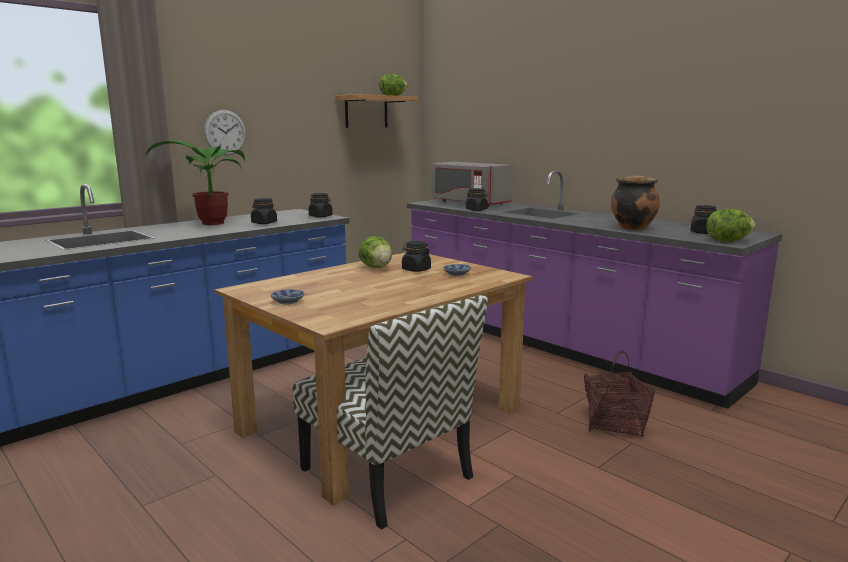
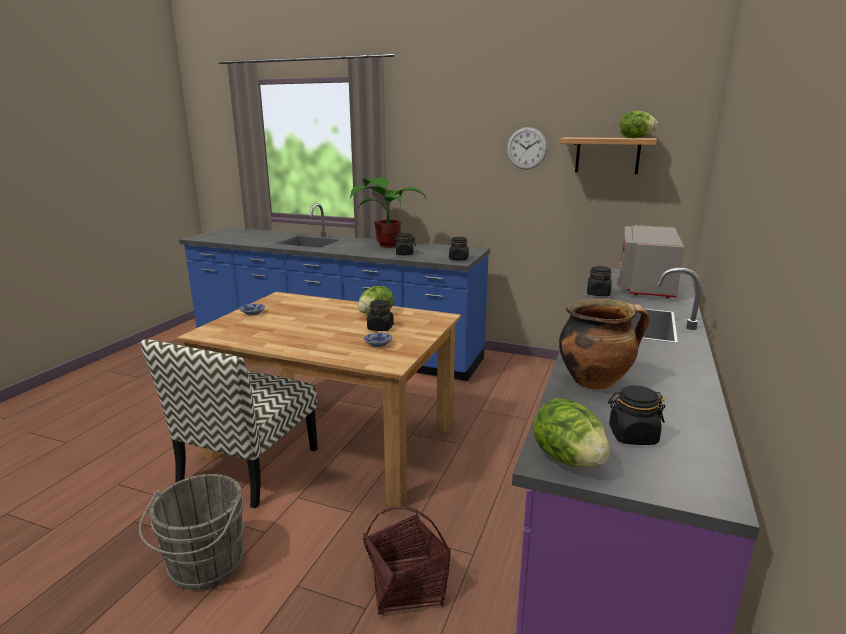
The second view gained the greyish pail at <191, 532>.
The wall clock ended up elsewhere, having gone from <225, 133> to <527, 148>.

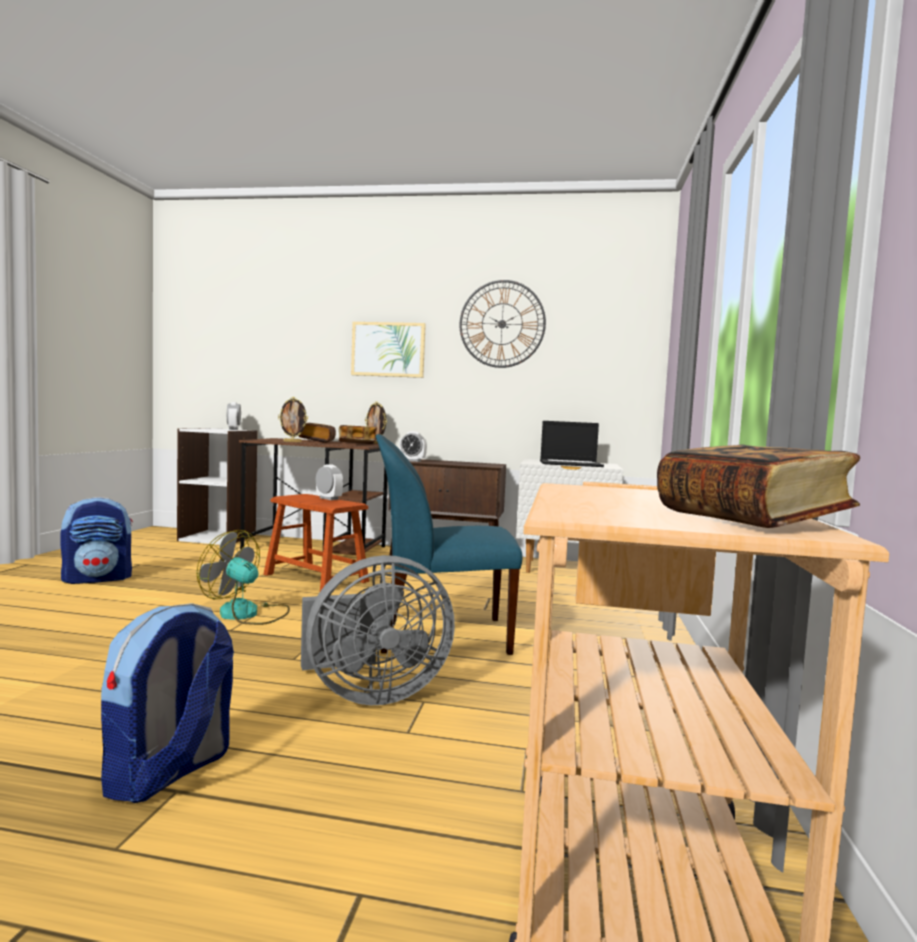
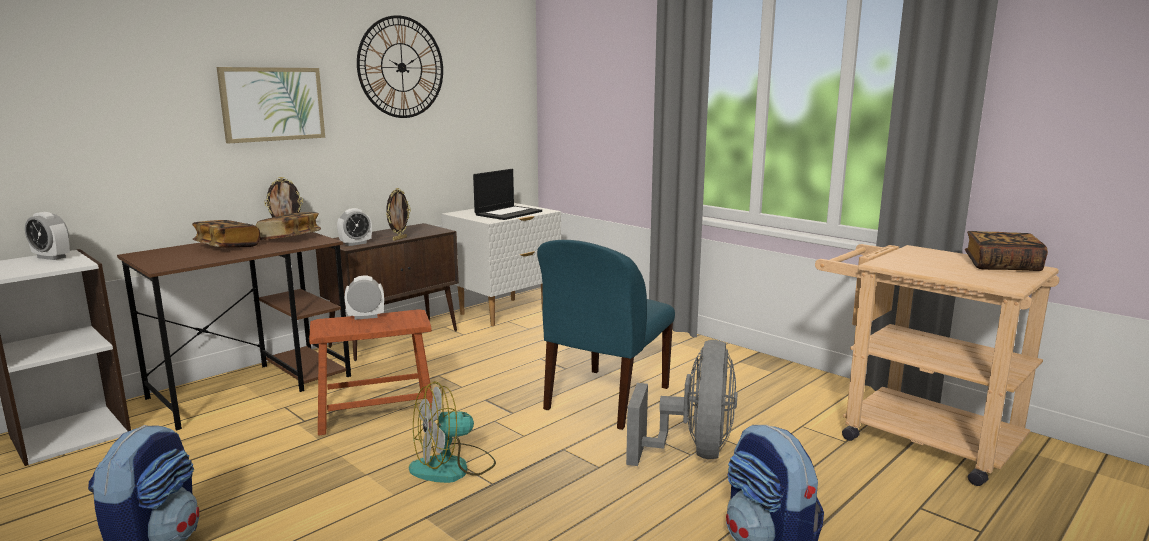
The standing frame ended up elsewhere, having gone from <293, 419> to <398, 214>.

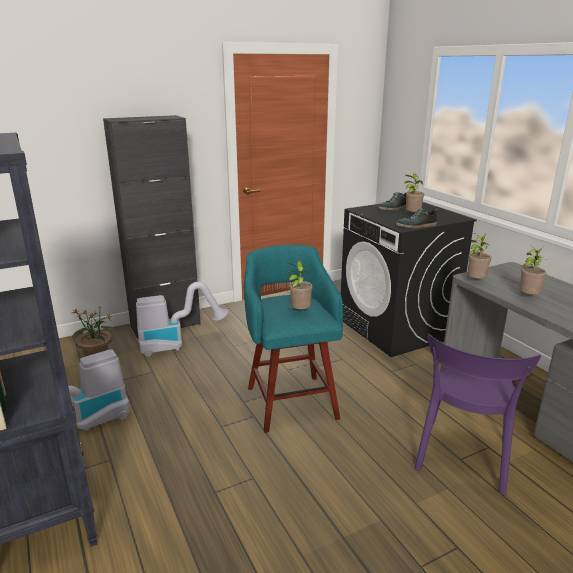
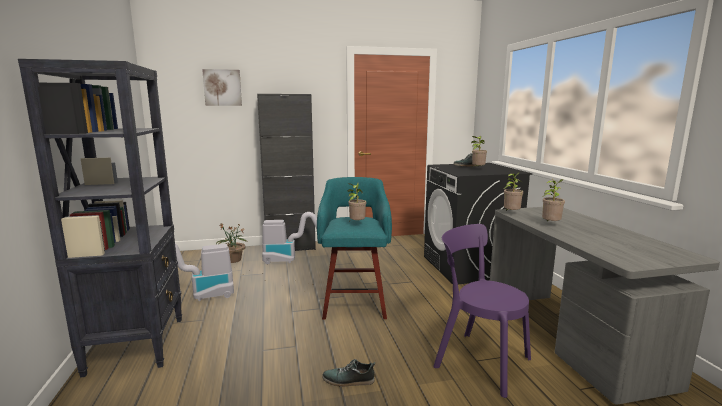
The second view gained the wall art at <222, 87>.
The shoe ended up elsewhere, having gone from <417, 218> to <348, 373>.
The purplish upright chair at <477, 414> ended up facing another way, 90 degrees clockwise from before.

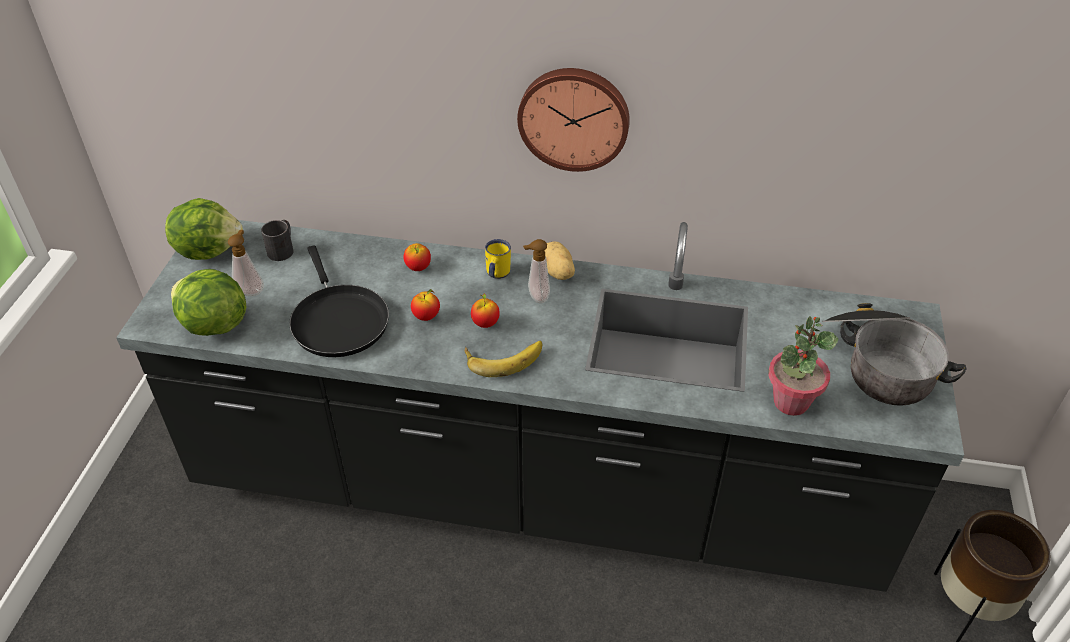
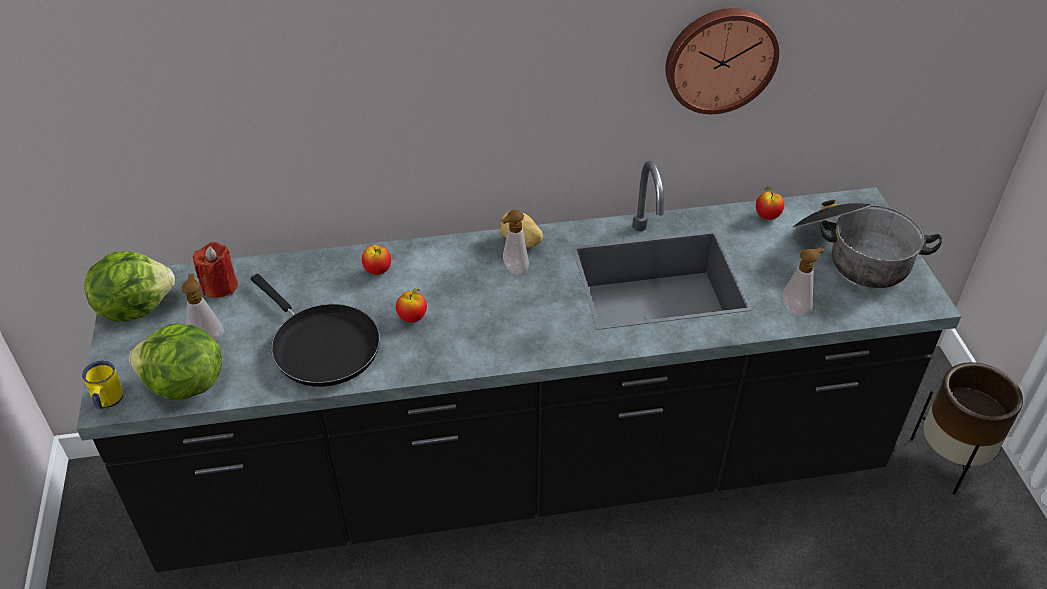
The yellowish tea mug ended up elsewhere, having gone from <498, 259> to <102, 384>.
Where the black-coloured tea mug stood at <277, 240>, the red-coloured wax candle came to stand at <215, 270>.
The wall clock ended up elsewhere, having gone from <573, 120> to <722, 61>.
The whole apple ended up elsewhere, having gone from <485, 310> to <770, 203>.
Where the plant in a pot stood at <803, 366>, the soap dispenser came to stand at <803, 282>.
The second view lost the banana at <503, 359>.

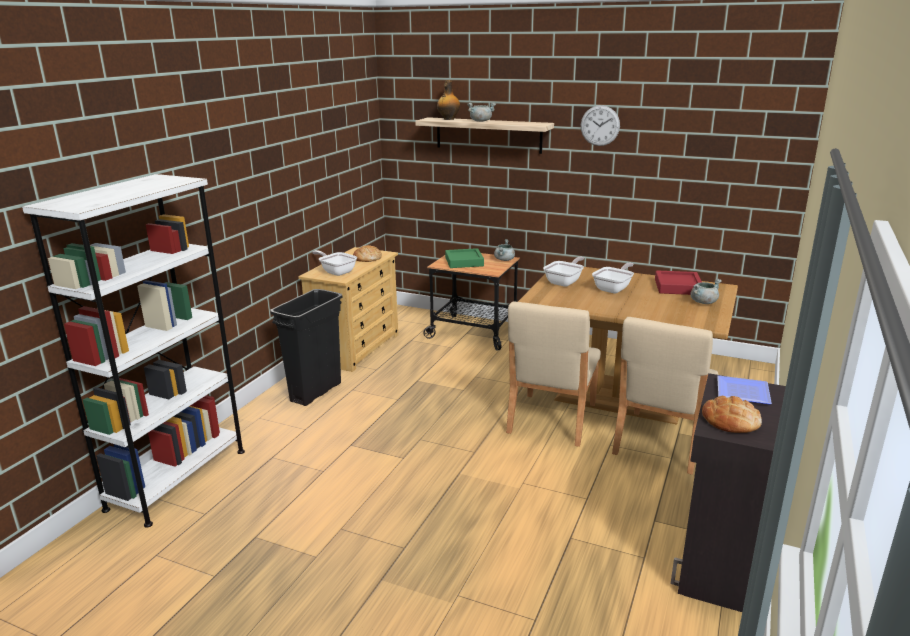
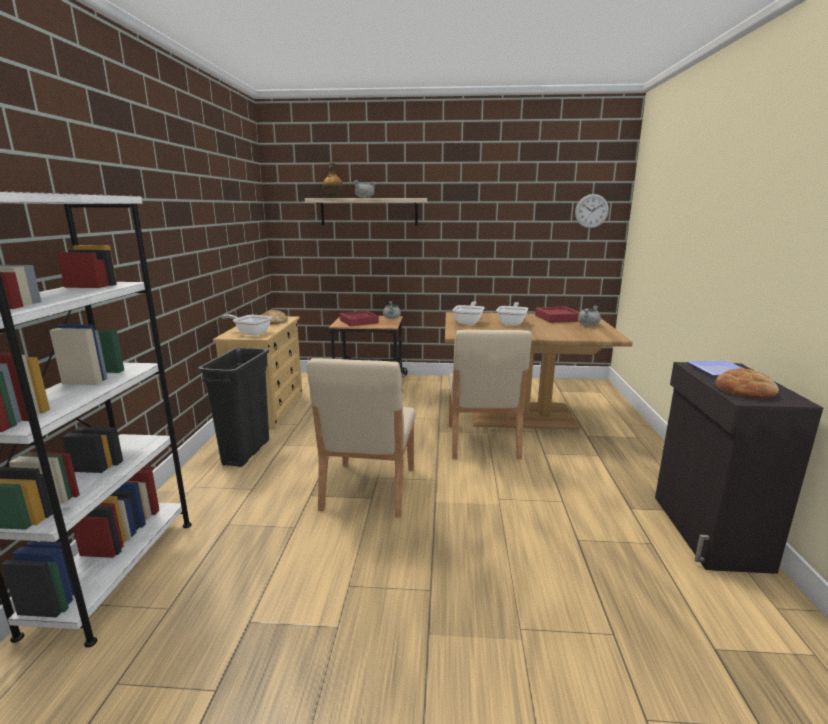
The sand-coloured upright chair ended up elsewhere, having gone from <665, 396> to <361, 438>.
What was the green-coloured carrying tray at <464, 258> turned into the red-coloured carrying tray at <359, 318>.
The wall clock ended up elsewhere, having gone from <600, 125> to <592, 211>.

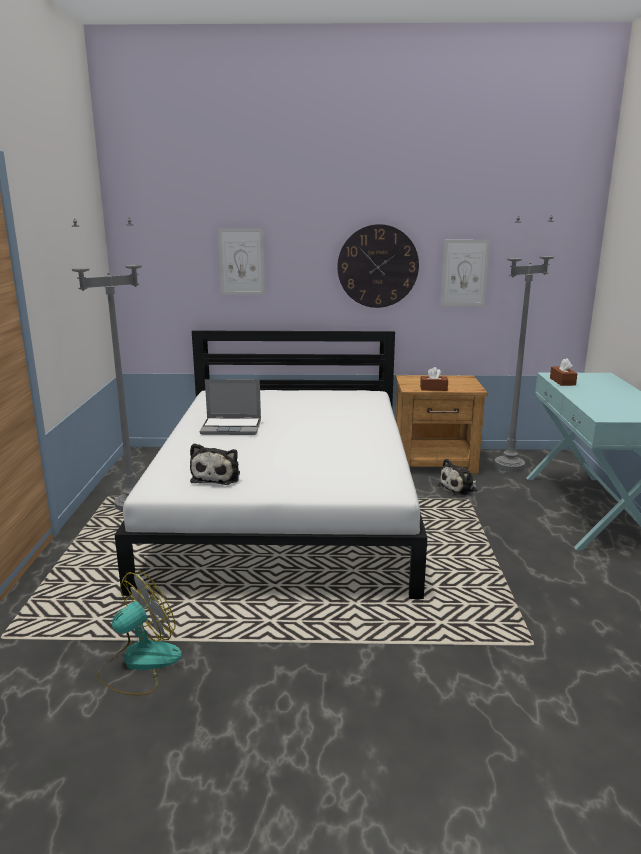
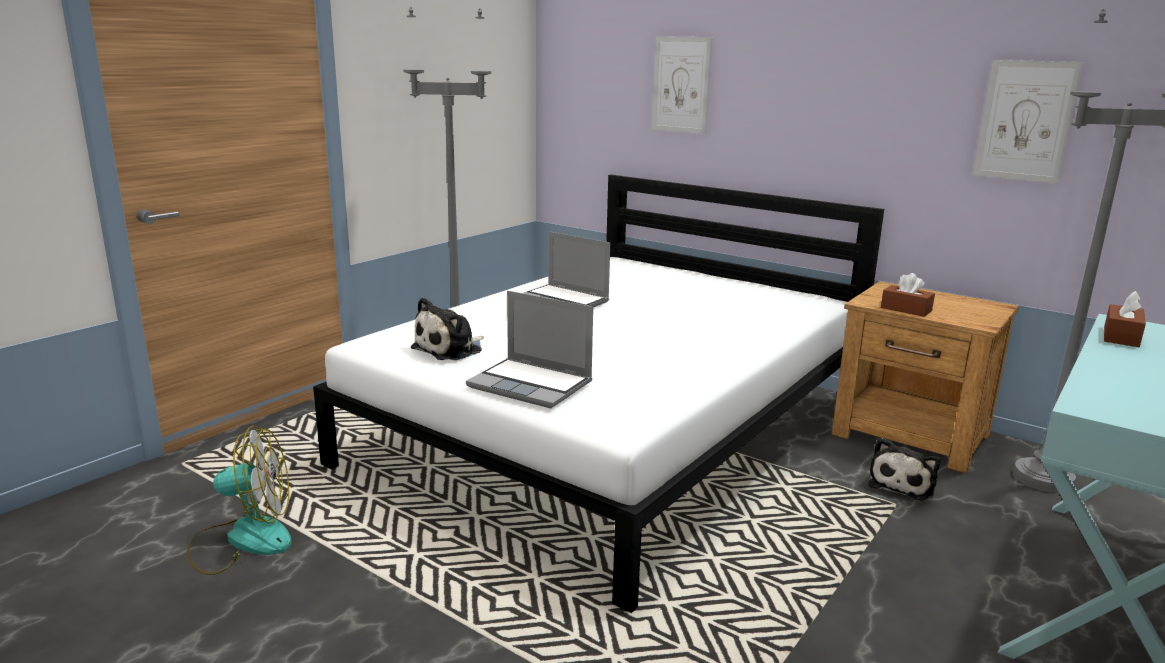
The second view gained the portable computer at <529, 350>.
The plush toy at <458, 477> ended up facing another way, 60 degrees counterclockwise from before.
The second view lost the wall clock at <378, 266>.

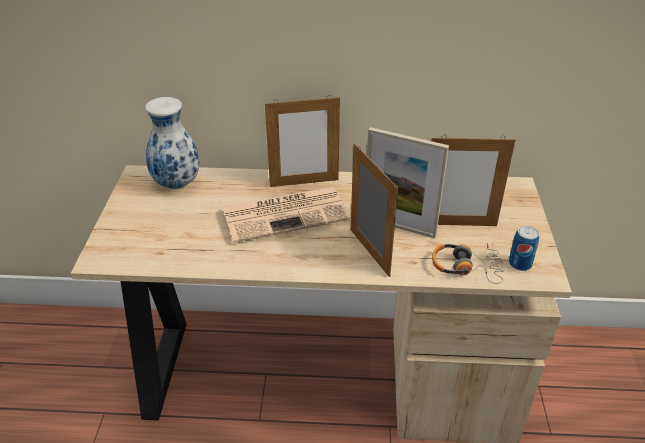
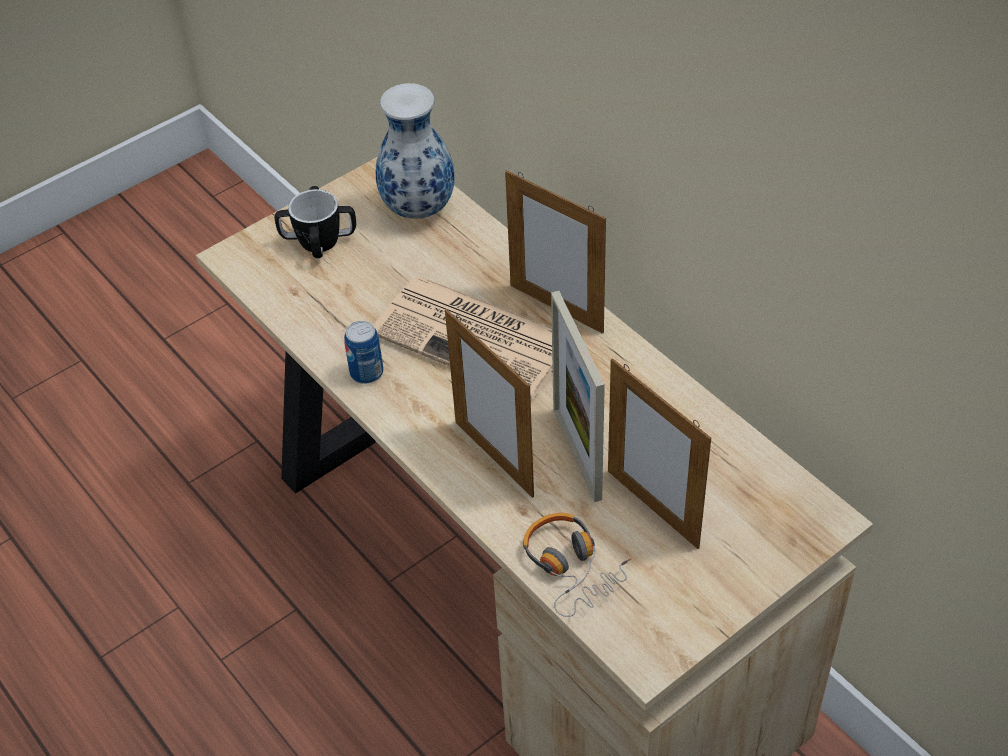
The second view gained the tea mug at <315, 222>.
The can ended up elsewhere, having gone from <524, 248> to <363, 352>.
The standing frame at <374, 210> ended up facing another way, 120 degrees clockwise from before.

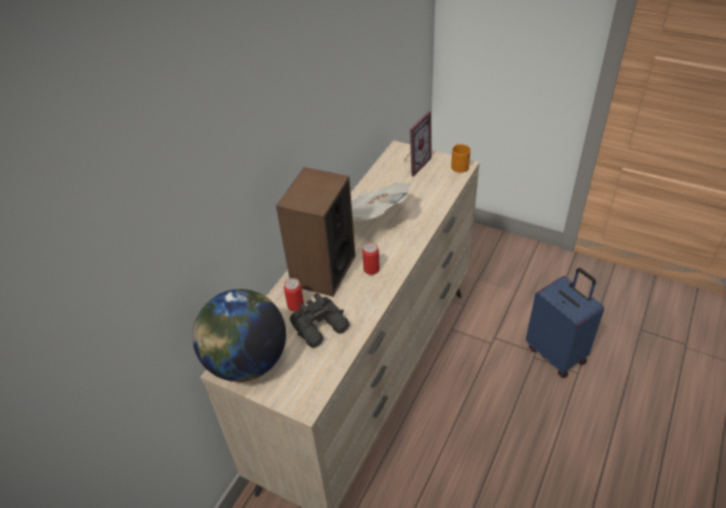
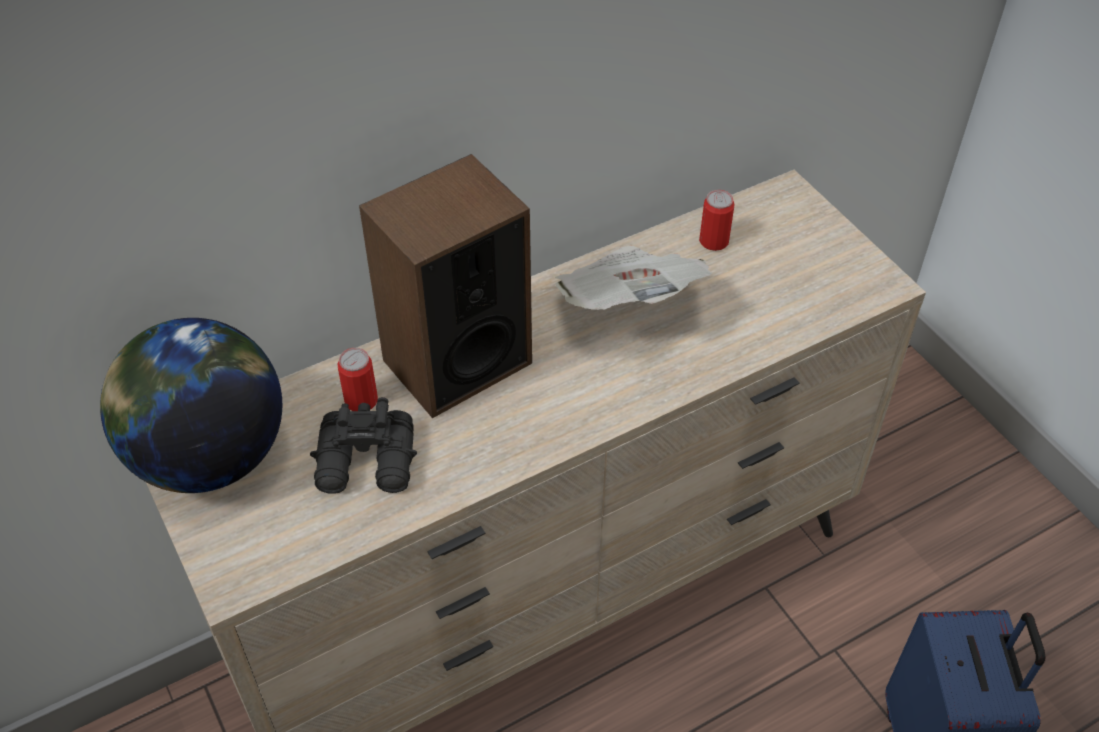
The can ended up elsewhere, having gone from <371, 258> to <717, 220>.
The second view lost the standing frame at <419, 144>.
The second view lost the orange tea mug at <460, 158>.

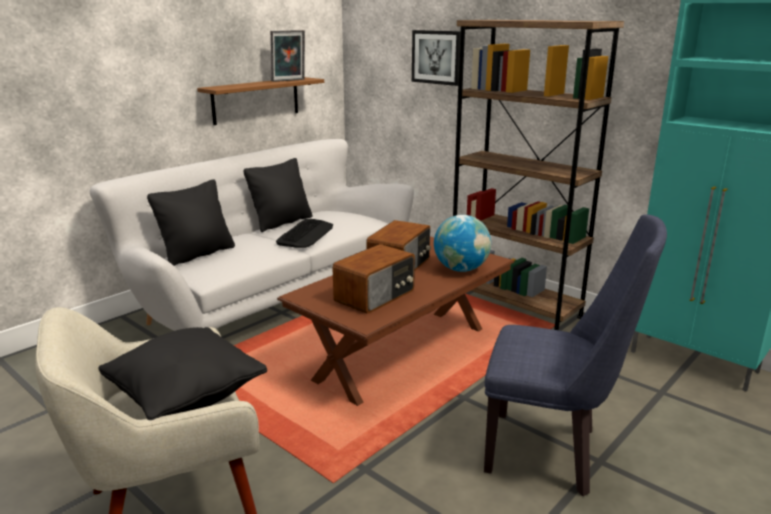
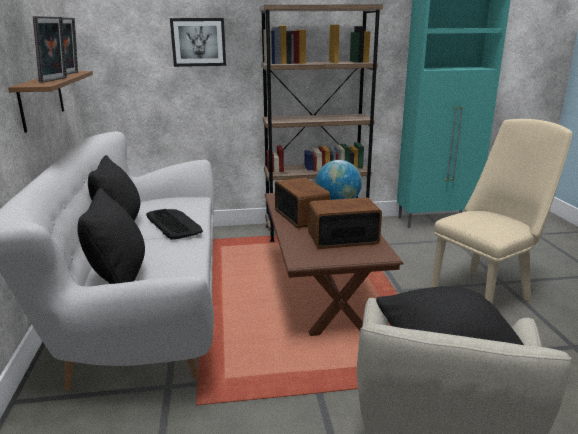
The second view gained the standing frame at <50, 49>.
The radio set at <373, 279> ended up facing another way, 90 degrees counterclockwise from before.
What was the blue-coloured upright chair at <575, 355> turned into the sand-coloured upright chair at <502, 211>.

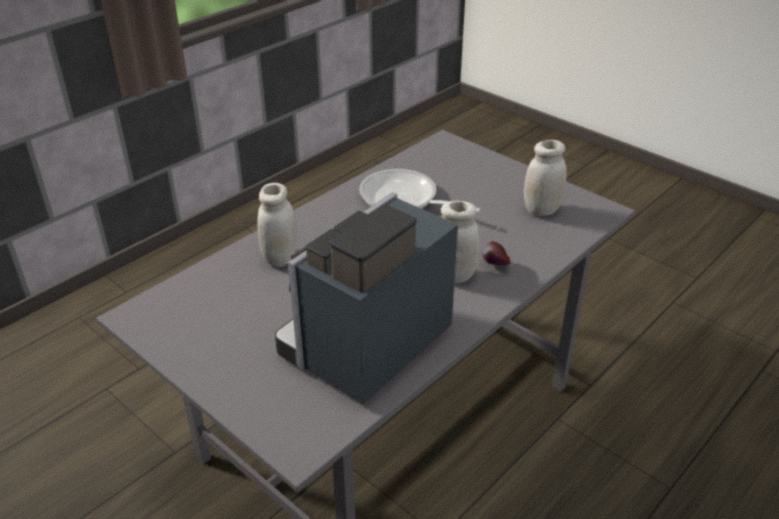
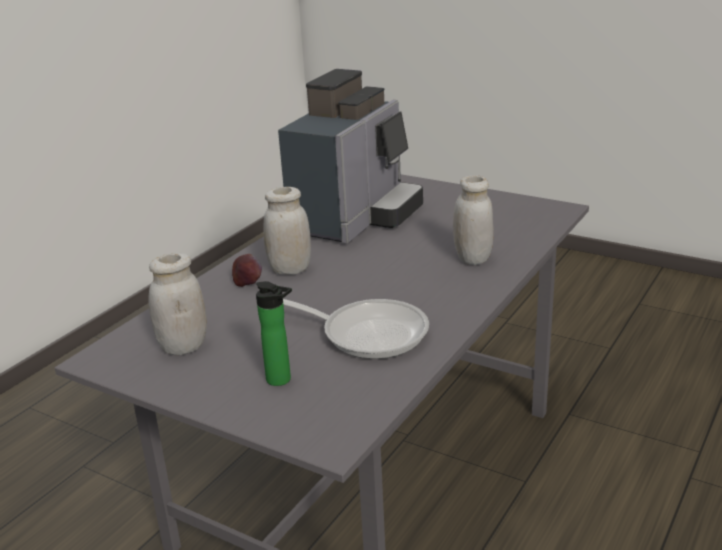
The second view gained the drink bottle at <274, 333>.

